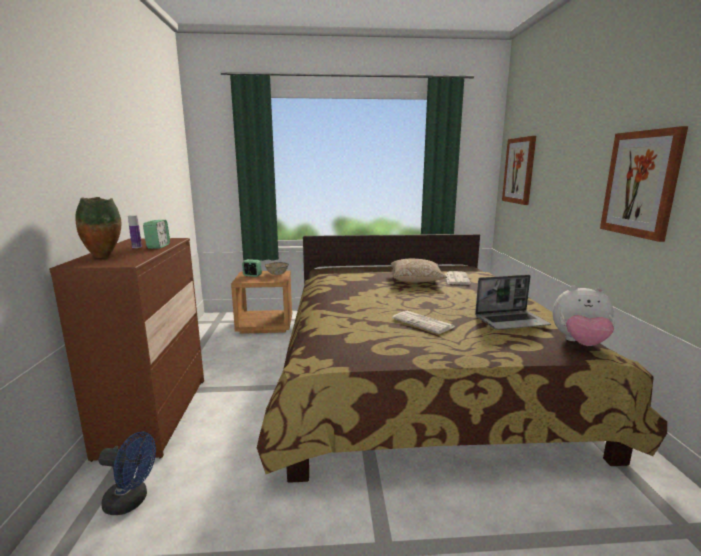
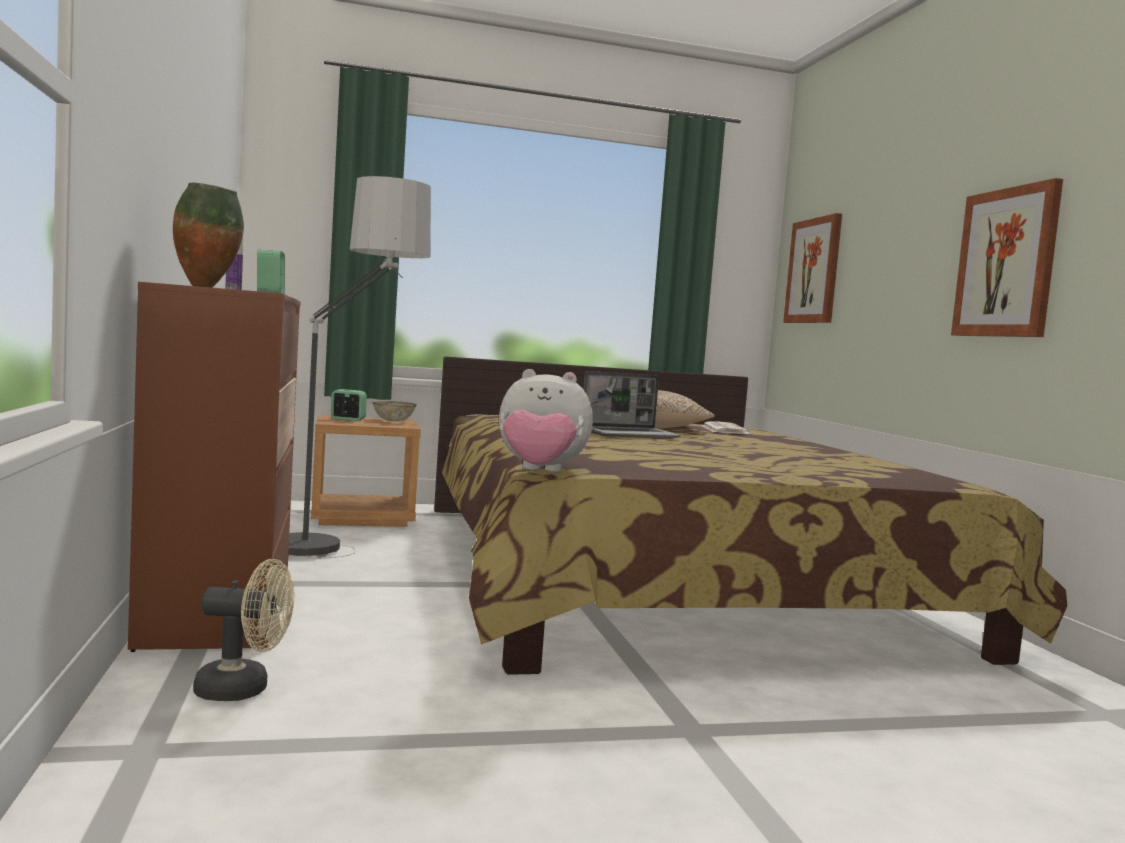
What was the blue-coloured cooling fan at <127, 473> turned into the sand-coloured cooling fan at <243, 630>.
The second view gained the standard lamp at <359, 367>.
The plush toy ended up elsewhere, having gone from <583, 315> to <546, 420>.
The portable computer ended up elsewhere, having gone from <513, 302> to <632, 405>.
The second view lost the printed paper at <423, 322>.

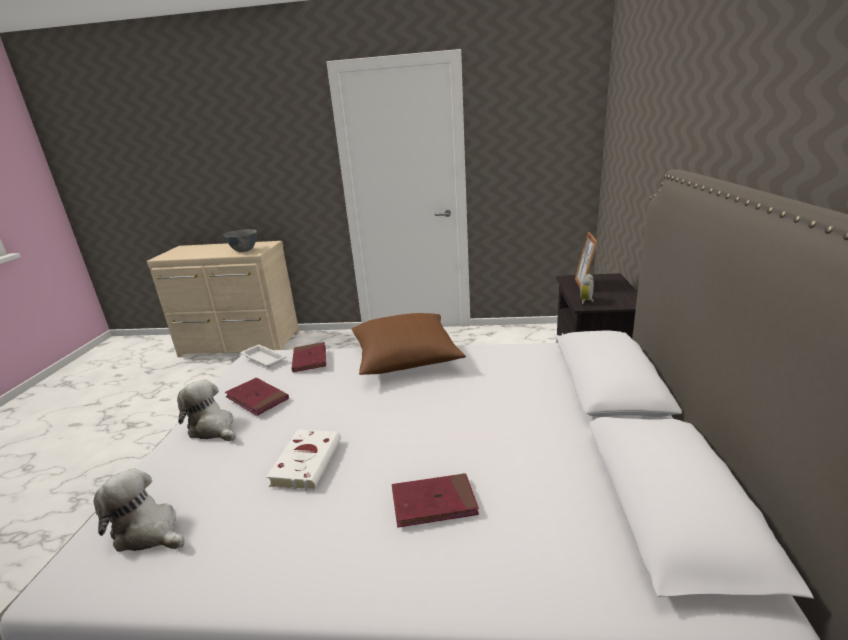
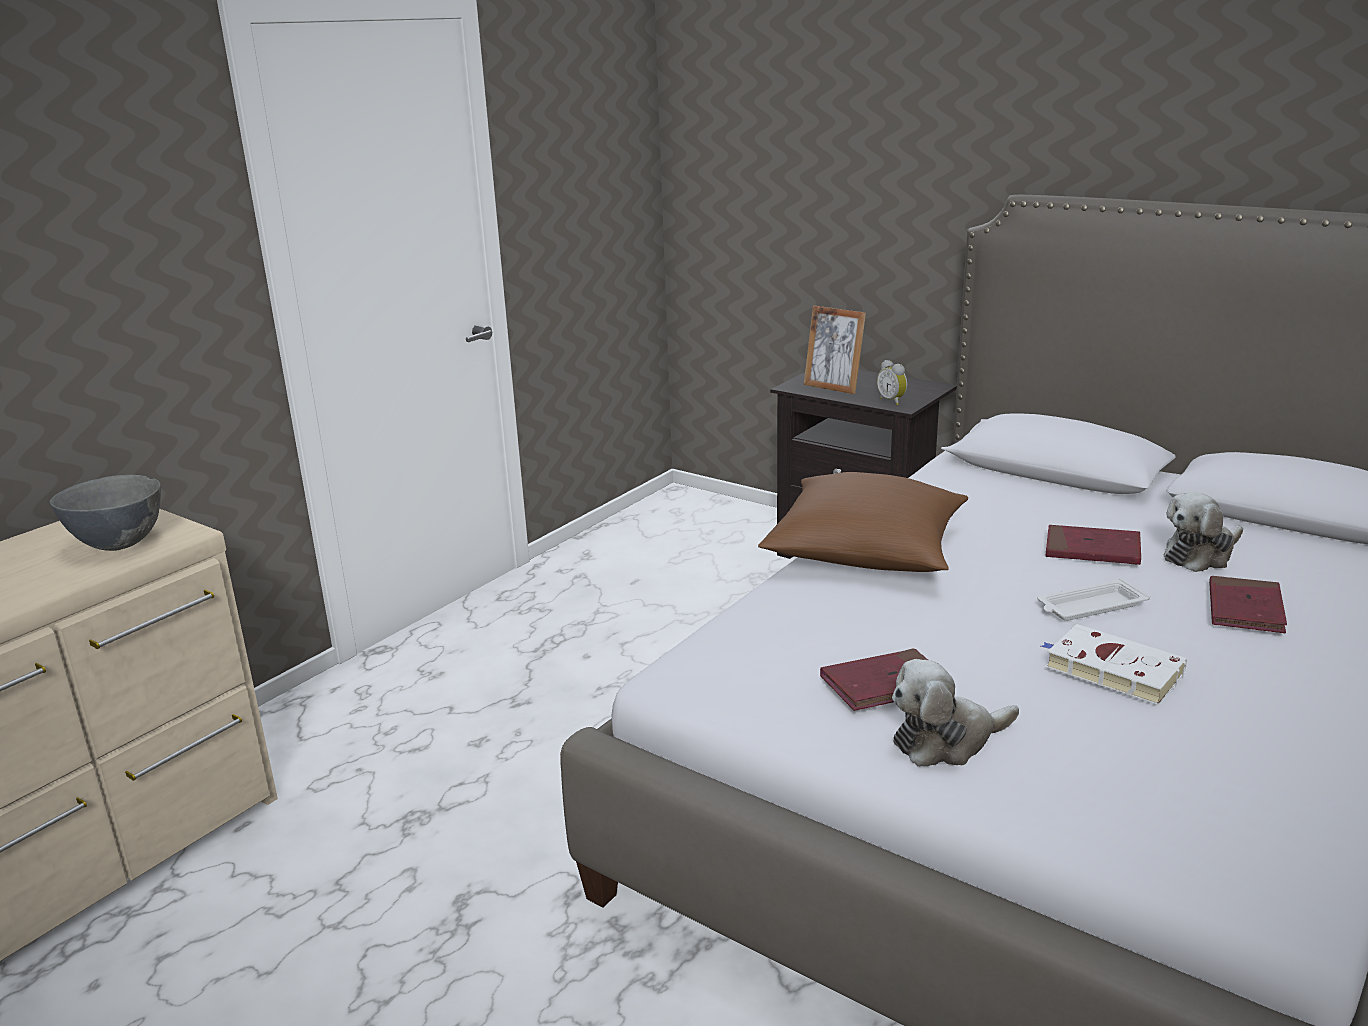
The whitish carrying tray ended up elsewhere, having gone from <263, 356> to <1094, 599>.
The red-coloured book ended up elsewhere, having gone from <309, 357> to <1093, 545>.
The plush toy ended up elsewhere, having gone from <139, 510> to <1203, 532>.

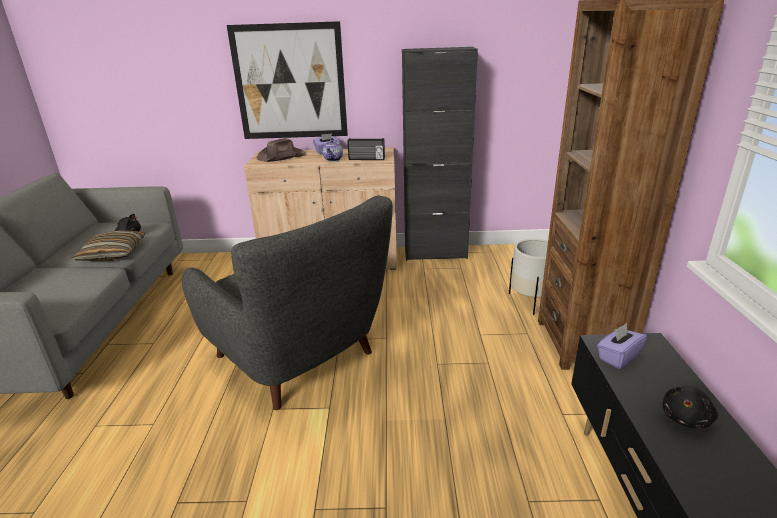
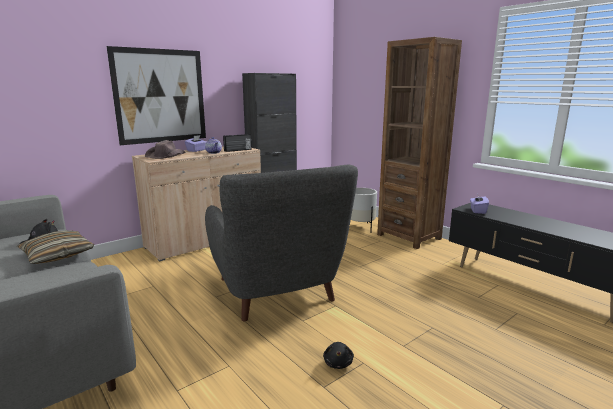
The greyish armchair at <287, 302> ended up facing another way, 60 degrees clockwise from before.
The black-coloured plush toy ended up elsewhere, having gone from <690, 407> to <338, 355>.

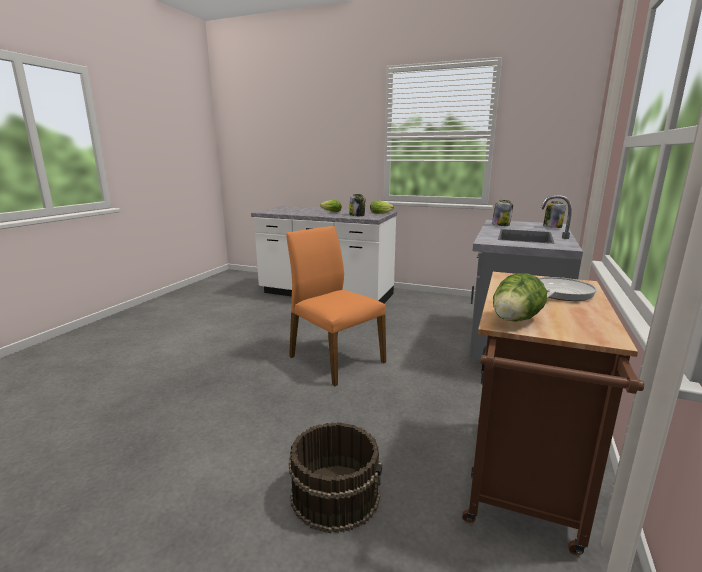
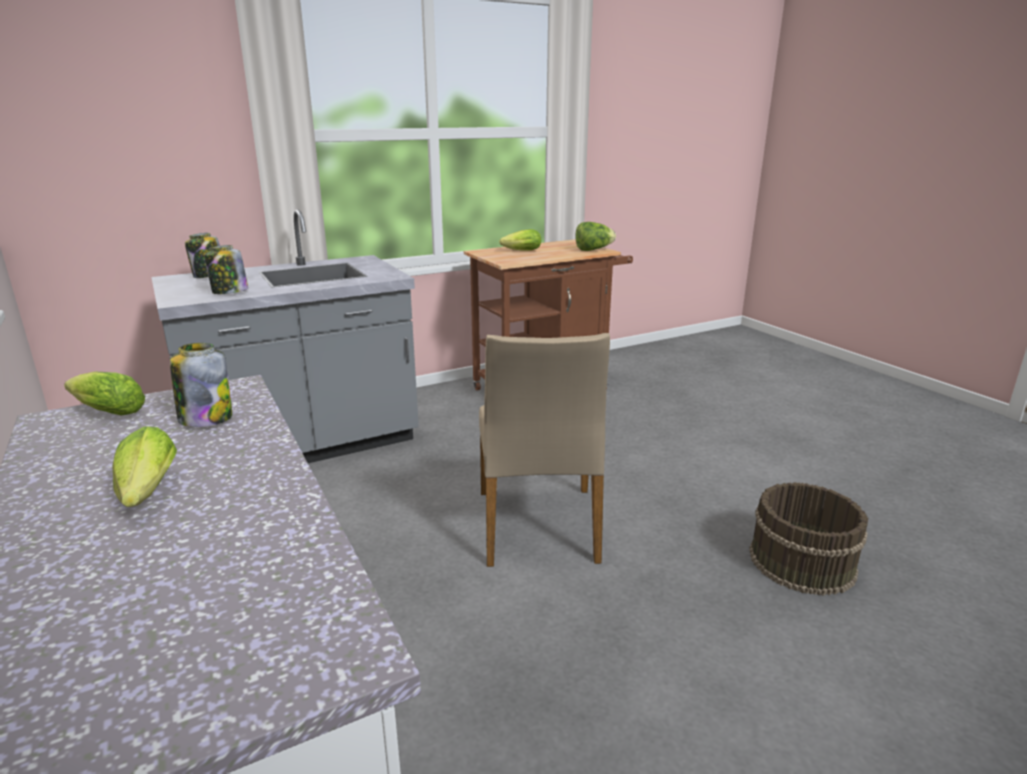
What was the orange upright chair at <336, 306> turned into the sand-coloured upright chair at <544, 450>.
Where the pan stood at <567, 289>, the lettuce head came to stand at <520, 240>.
The brownish pail ended up elsewhere, having gone from <335, 477> to <808, 539>.

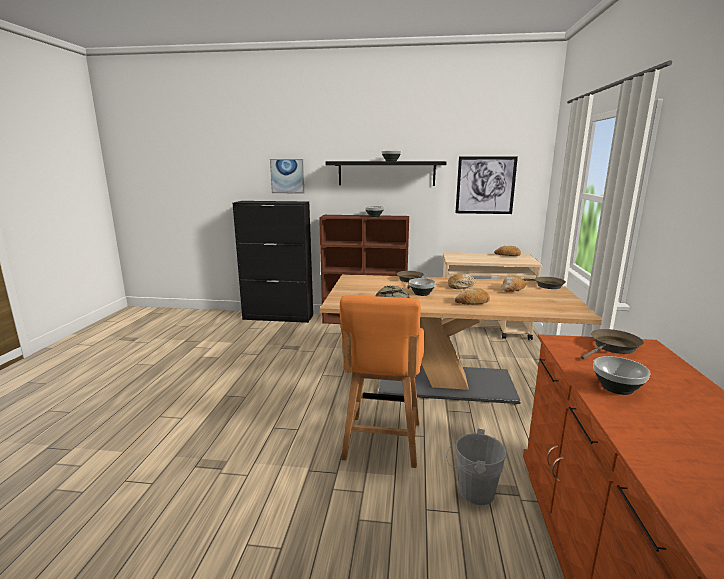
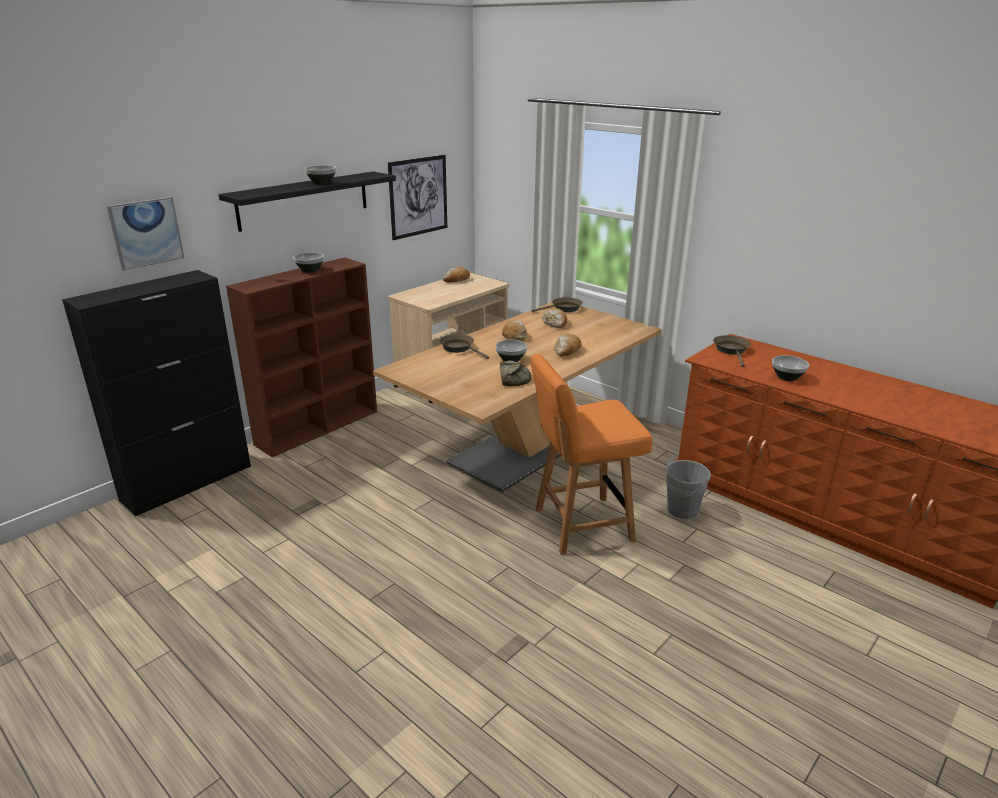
The orange upright chair at <382, 381> ended up facing another way, 120 degrees clockwise from before.

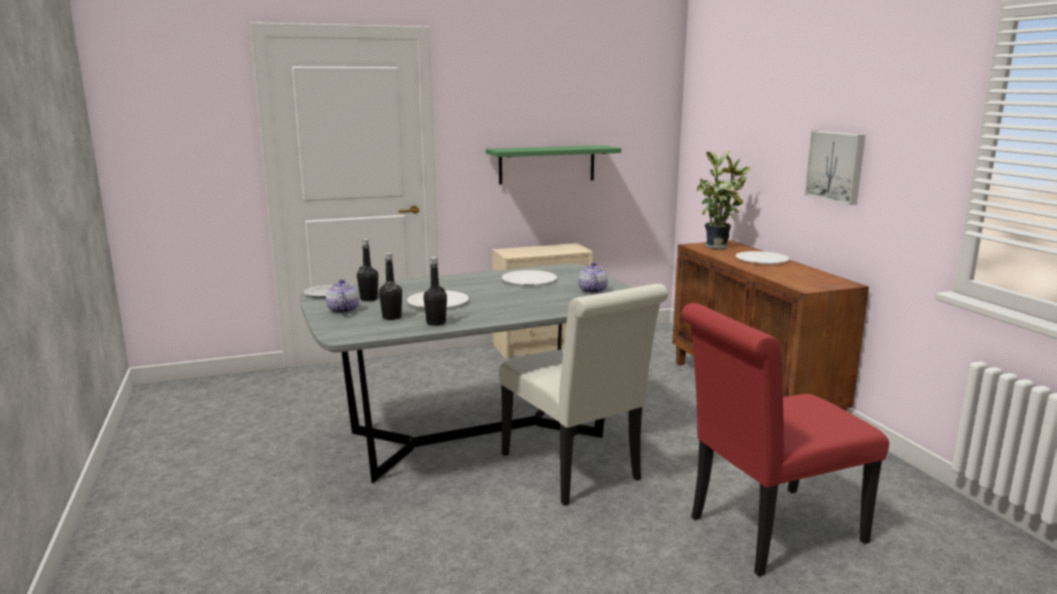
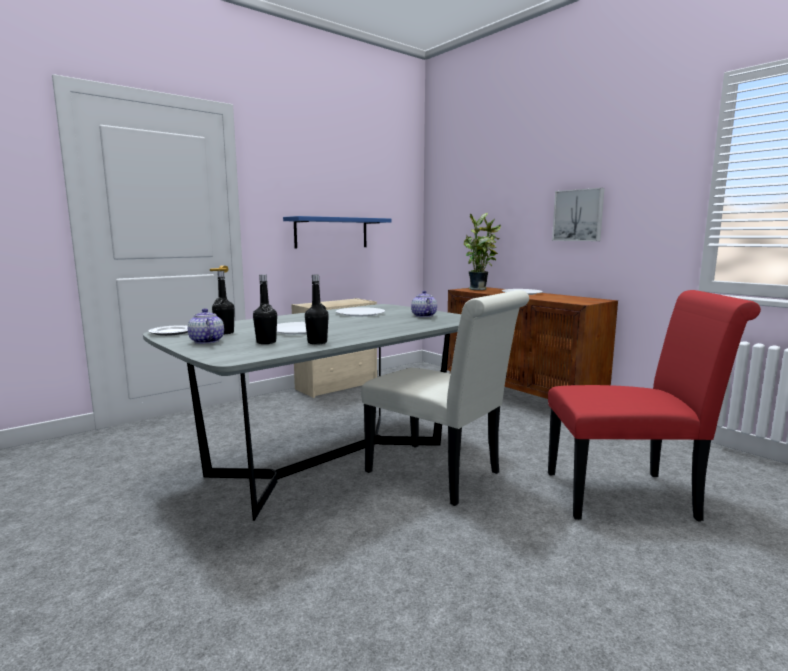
What was the green-coloured shelf at <553, 165> turned into the blue-coloured shelf at <337, 232>.
The red-coloured upright chair at <785, 440> ended up facing another way, 135 degrees counterclockwise from before.

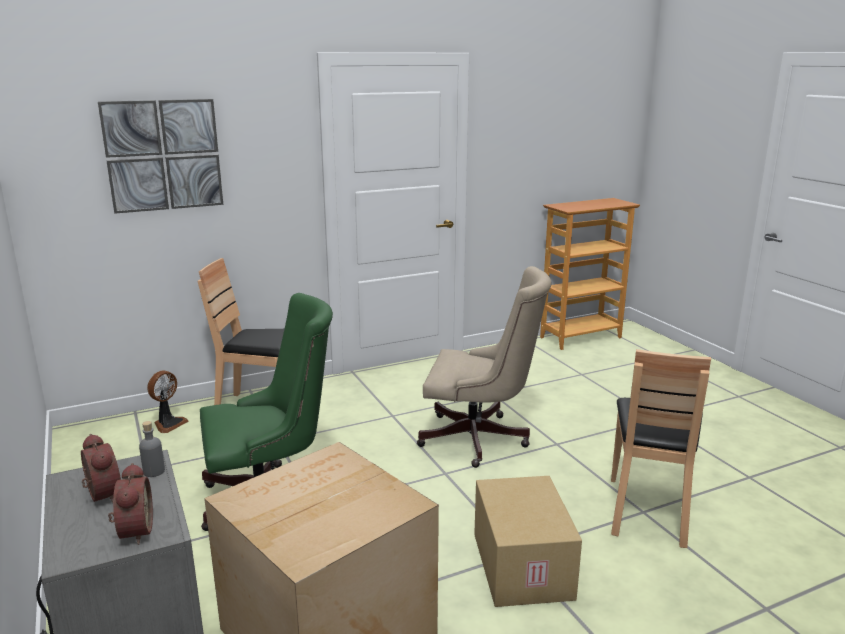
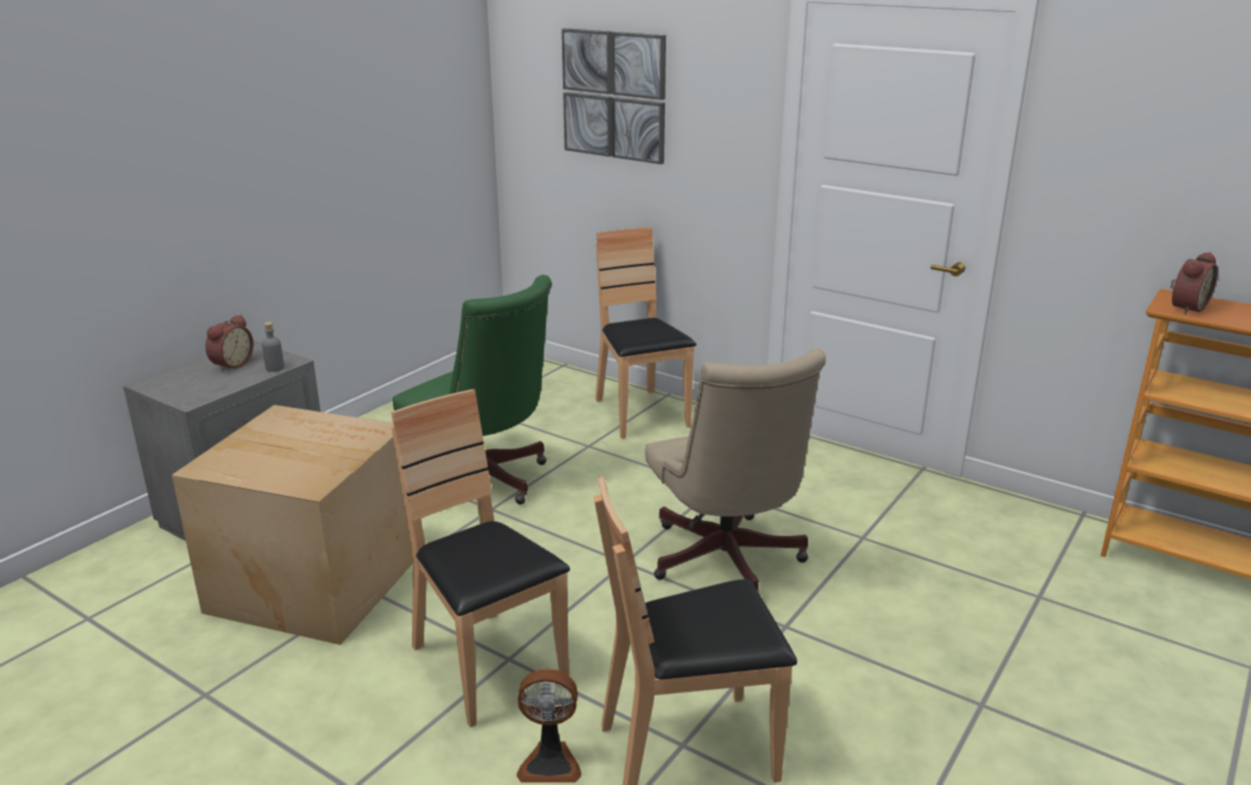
Where the carton stood at <528, 541>, the brownish upright chair came to stand at <480, 558>.
The cooling fan ended up elsewhere, having gone from <168, 401> to <549, 726>.
The bedside clock ended up elsewhere, having gone from <130, 504> to <1194, 283>.

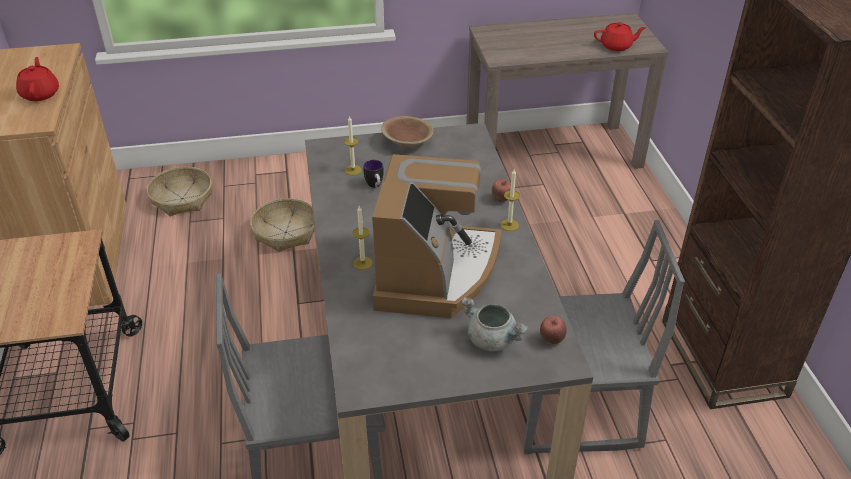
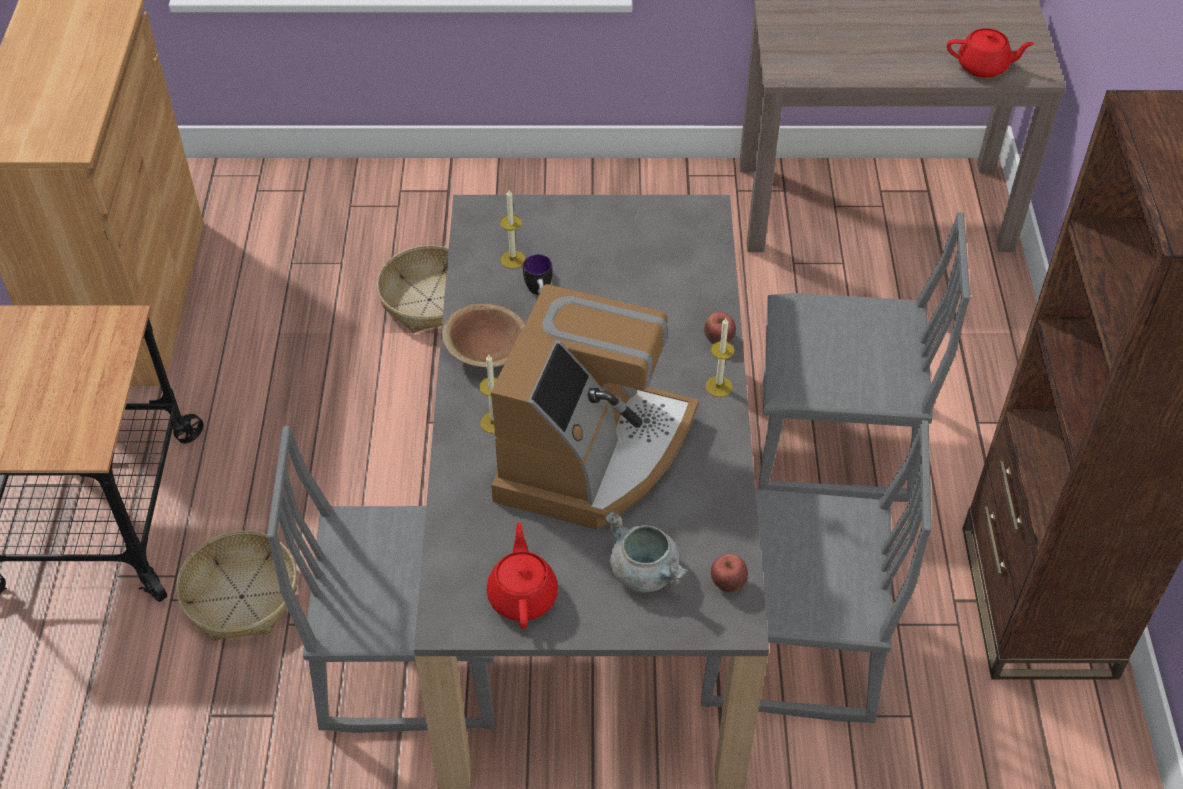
The basket ended up elsewhere, having gone from <179, 191> to <236, 585>.
The brownish bowl ended up elsewhere, having gone from <407, 131> to <483, 336>.
The red-coloured pot for tea ended up elsewhere, having gone from <37, 79> to <522, 575>.
The second view gained the greyish upright chair at <864, 357>.

